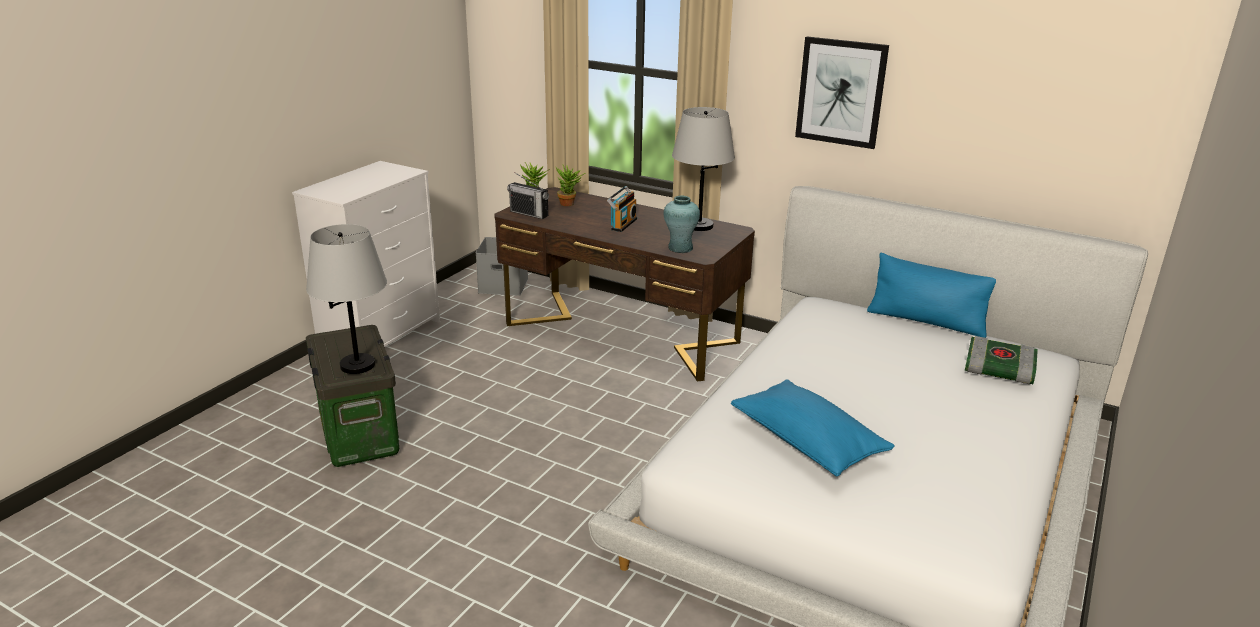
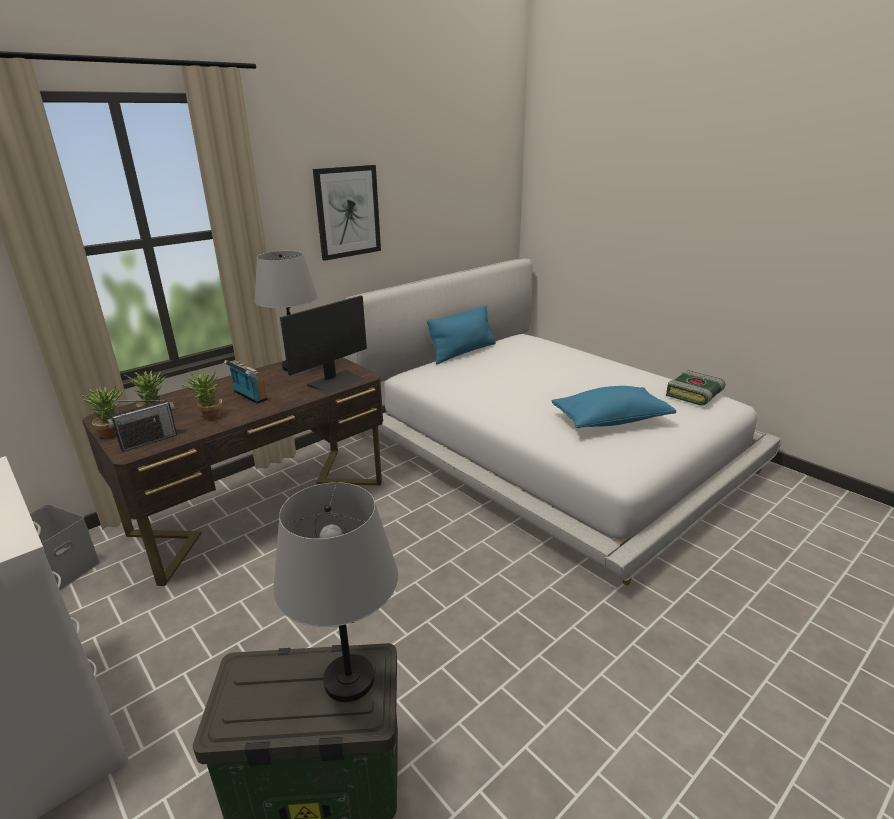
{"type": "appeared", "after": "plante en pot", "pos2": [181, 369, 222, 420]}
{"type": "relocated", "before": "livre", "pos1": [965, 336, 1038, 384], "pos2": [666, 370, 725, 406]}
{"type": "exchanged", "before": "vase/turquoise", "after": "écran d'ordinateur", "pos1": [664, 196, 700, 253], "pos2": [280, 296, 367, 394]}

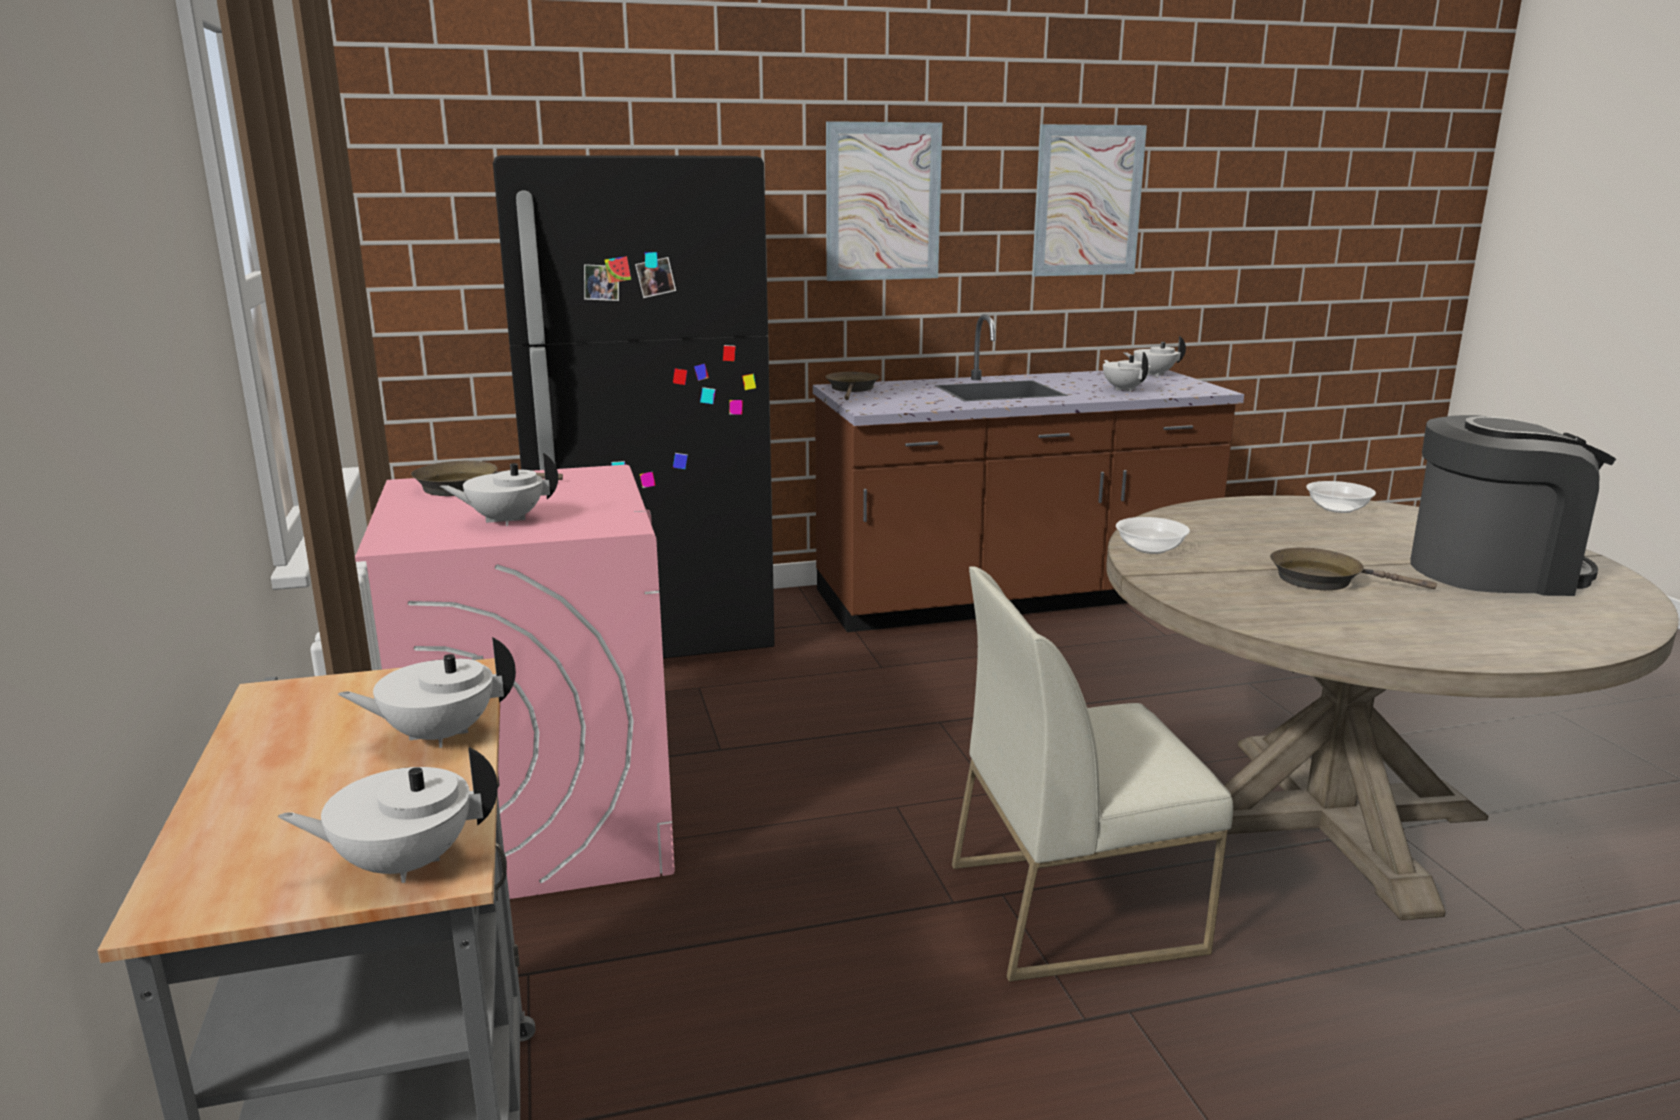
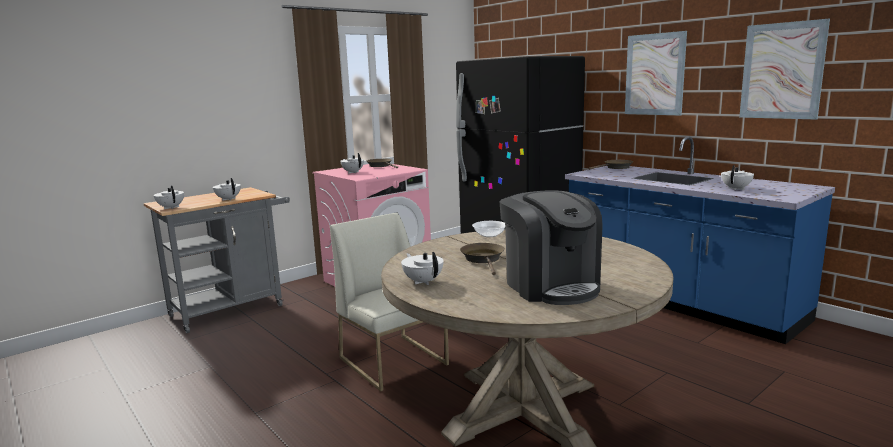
{"type": "missing", "before": "bol", "pos1": [1306, 481, 1376, 513]}
{"type": "relocated", "before": "théière/blanc", "pos1": [1124, 336, 1186, 377], "pos2": [401, 252, 444, 285]}
{"type": "colour", "before": "comptoir de cuisine/marron", "after": "comptoir de cuisine/bleu", "pos1": [813, 314, 1244, 632], "pos2": [565, 136, 835, 344]}

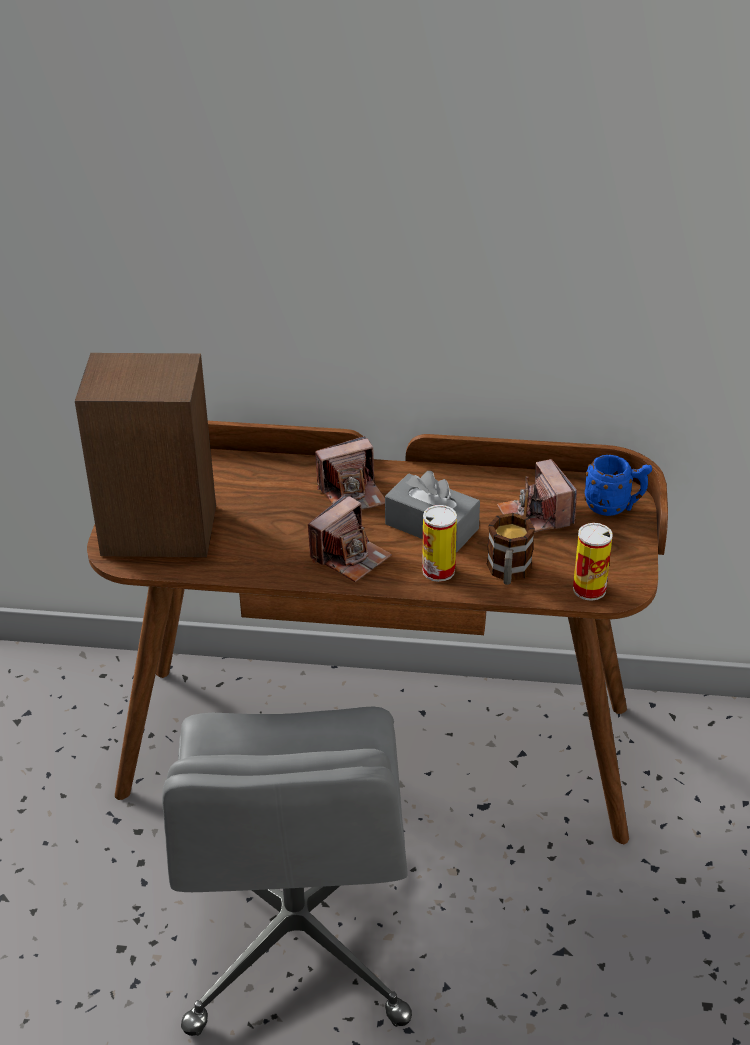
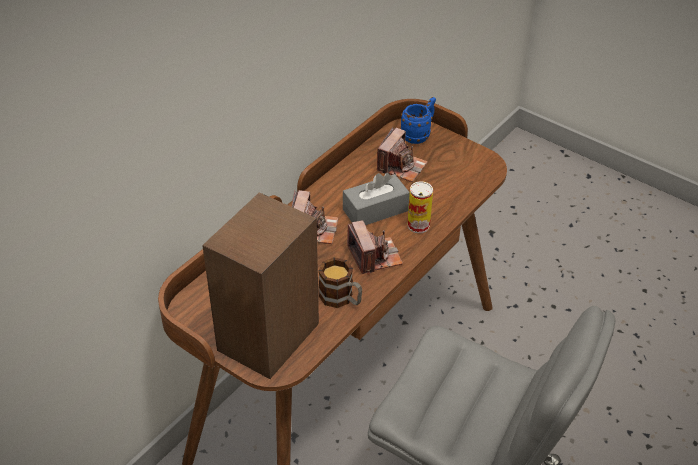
{"type": "missing", "before": "boîte métallique", "pos1": [573, 523, 613, 601]}
{"type": "relocated", "before": "mug", "pos1": [486, 513, 535, 585], "pos2": [319, 257, 362, 308]}
{"type": "spun", "before": "appareil photo", "pos1": [497, 459, 577, 532], "pos2": [377, 127, 428, 182], "turn": -75}

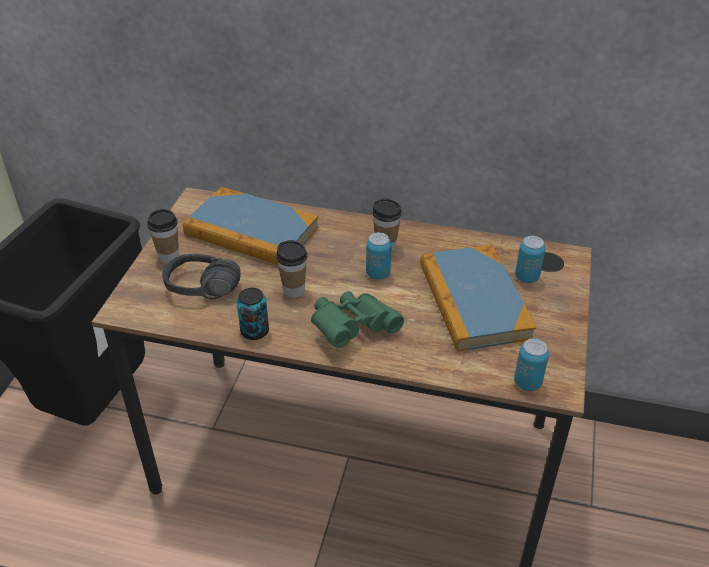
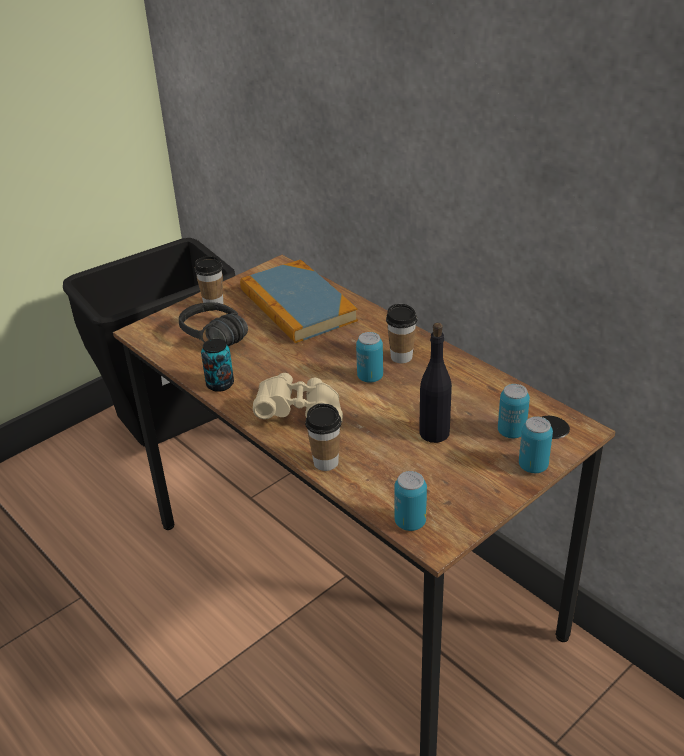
{"type": "appeared", "after": "boîte métallique", "pos2": [519, 417, 553, 473]}
{"type": "relocated", "before": "tasse", "pos1": [276, 240, 308, 298], "pos2": [305, 404, 342, 471]}
{"type": "exchanged", "before": "livre", "after": "bouteille/noir", "pos1": [420, 245, 536, 352], "pos2": [419, 323, 452, 443]}
{"type": "colour", "before": "jumelles/vert", "after": "jumelles/beige", "pos1": [311, 291, 404, 348], "pos2": [253, 373, 343, 421]}

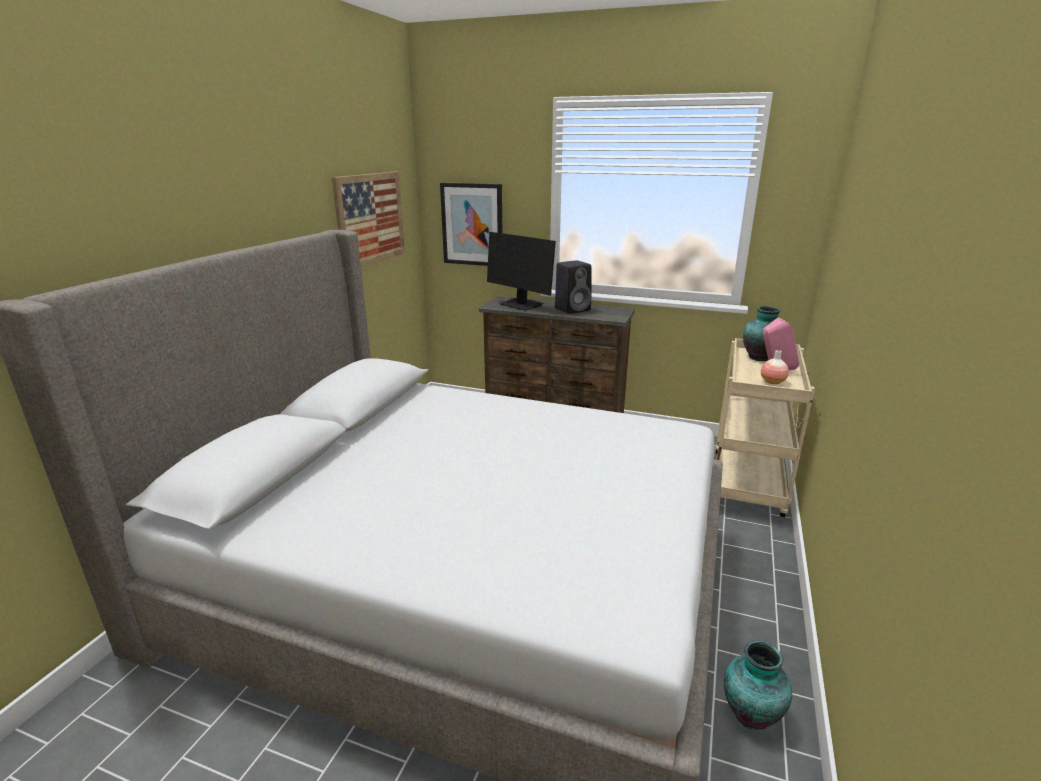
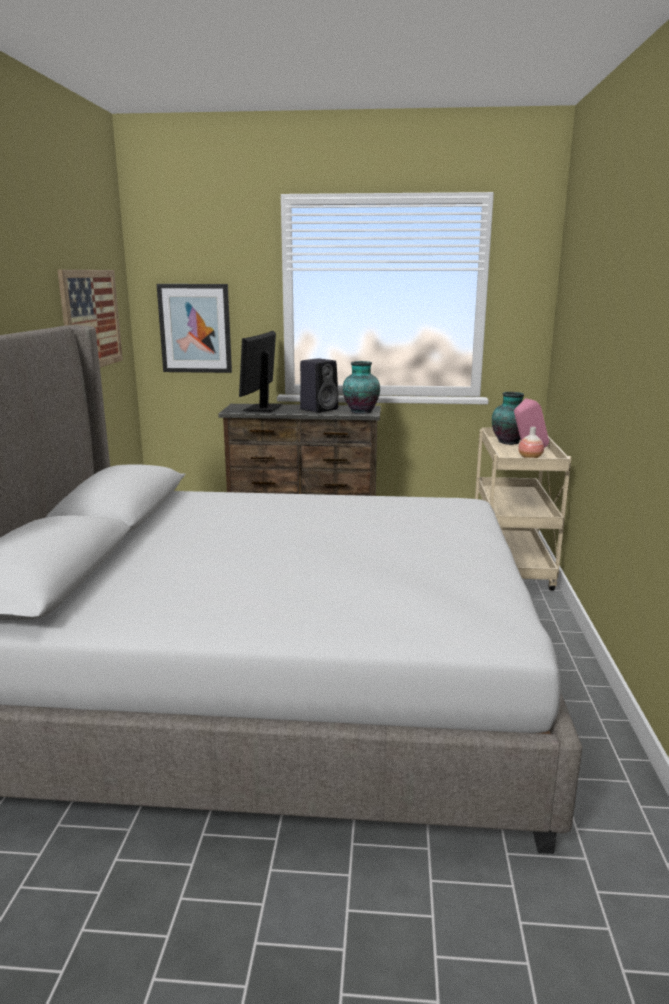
{"type": "relocated", "before": "vase", "pos1": [724, 640, 792, 730], "pos2": [343, 361, 380, 414]}
{"type": "spun", "before": "écran d'ordinateur", "pos1": [487, 232, 556, 311], "pos2": [239, 331, 283, 413], "turn": 75}

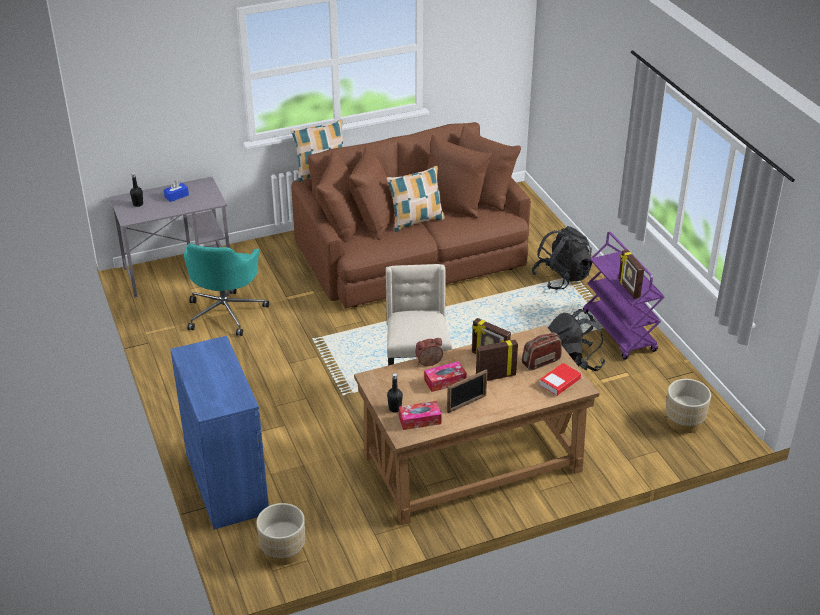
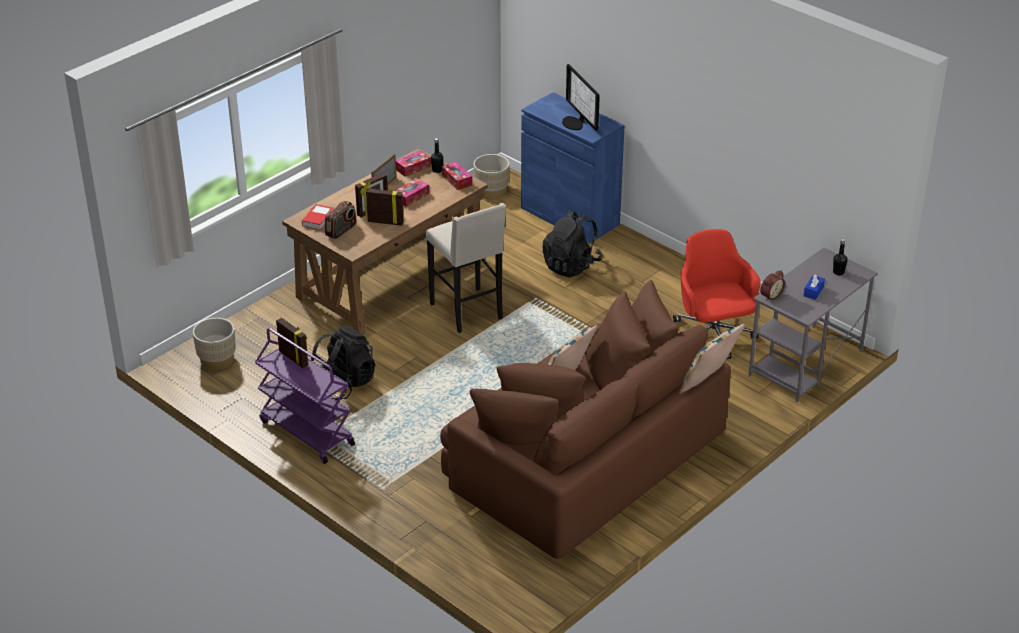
{"type": "appeared", "after": "boîte à mouchoirs", "pos2": [442, 162, 472, 190]}
{"type": "appeared", "after": "écran d'ordinateur", "pos2": [562, 64, 600, 131]}
{"type": "relocated", "before": "réveil", "pos1": [415, 338, 443, 366], "pos2": [760, 270, 785, 301]}
{"type": "relocated", "before": "sac à dos/noir", "pos1": [532, 226, 592, 290], "pos2": [542, 210, 603, 278]}
{"type": "colour", "before": "chaise de bureau/turquoise", "after": "chaise de bureau/rouge", "pos1": [184, 243, 269, 336], "pos2": [673, 229, 761, 359]}

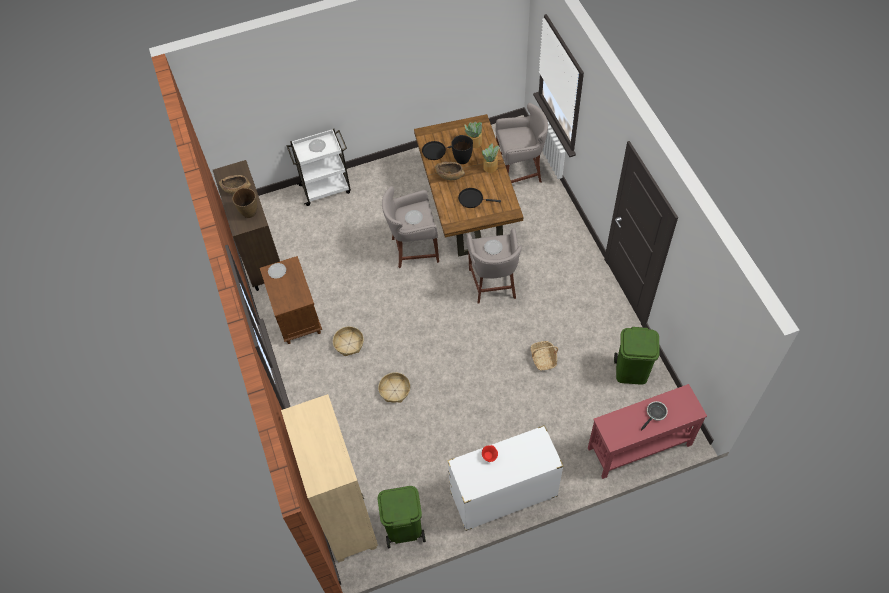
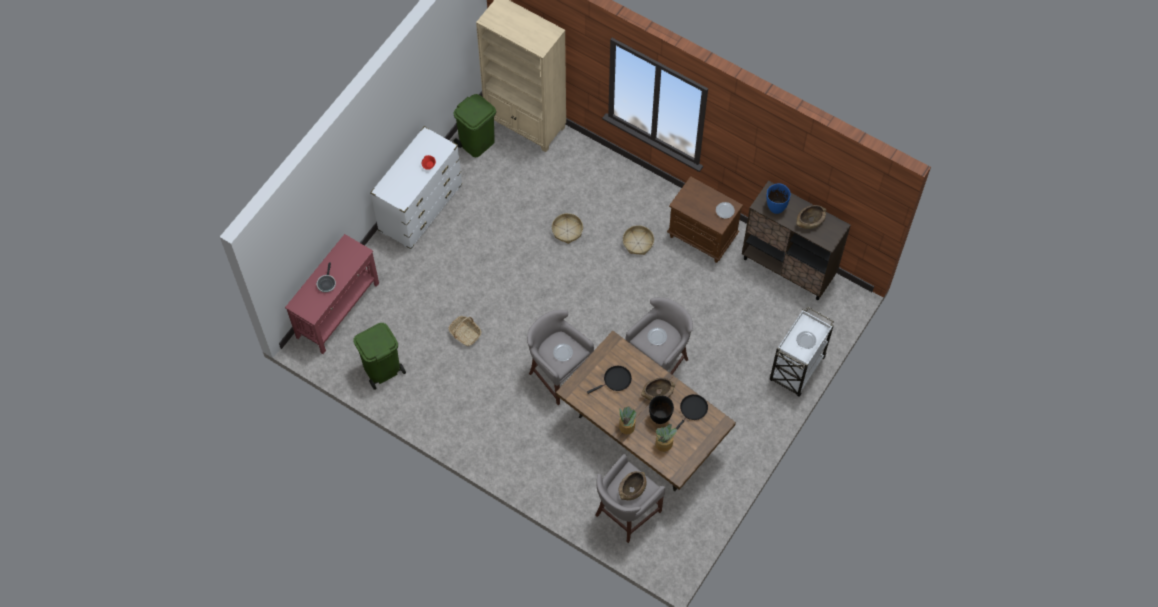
{"type": "appeared", "after": "bol/marron", "pos2": [619, 471, 647, 500]}
{"type": "colour", "before": "vase/marron", "after": "vase/bleu", "pos1": [232, 188, 257, 218], "pos2": [767, 183, 791, 214]}

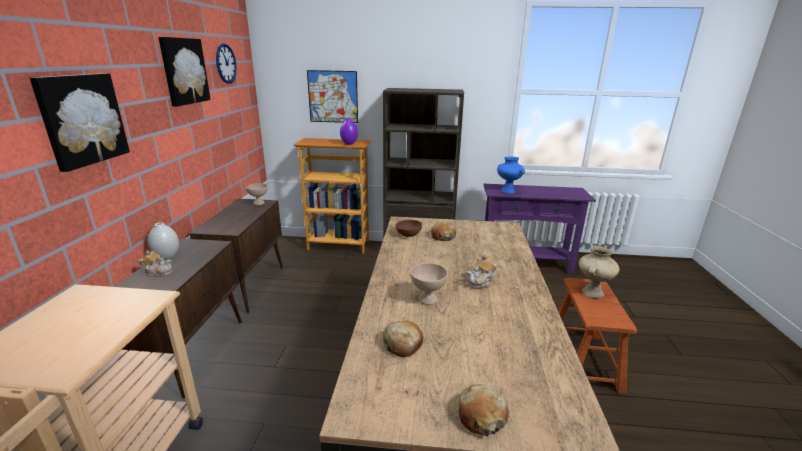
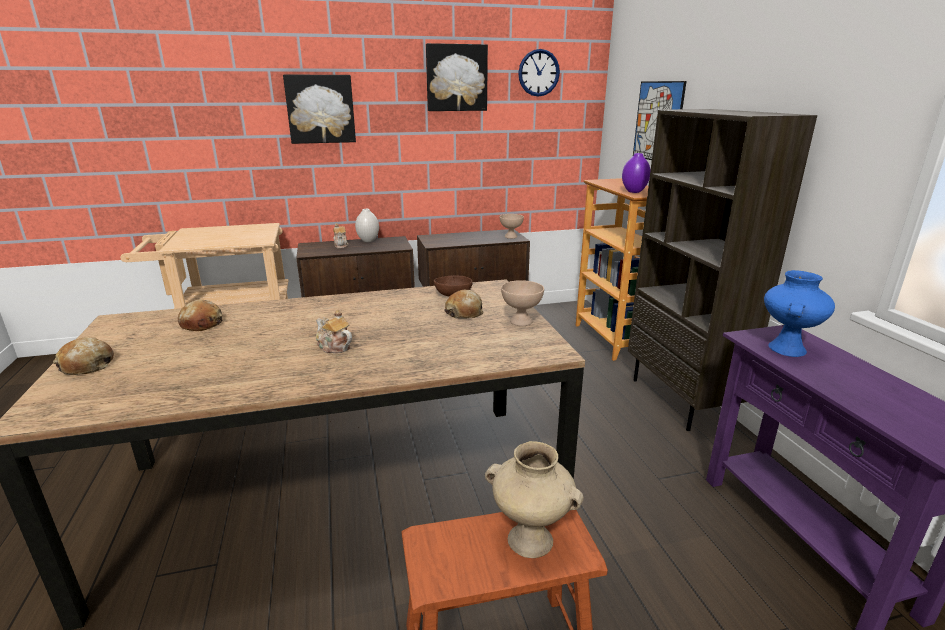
{"type": "relocated", "before": "bol/beige", "pos1": [410, 263, 448, 305], "pos2": [501, 280, 544, 326]}

